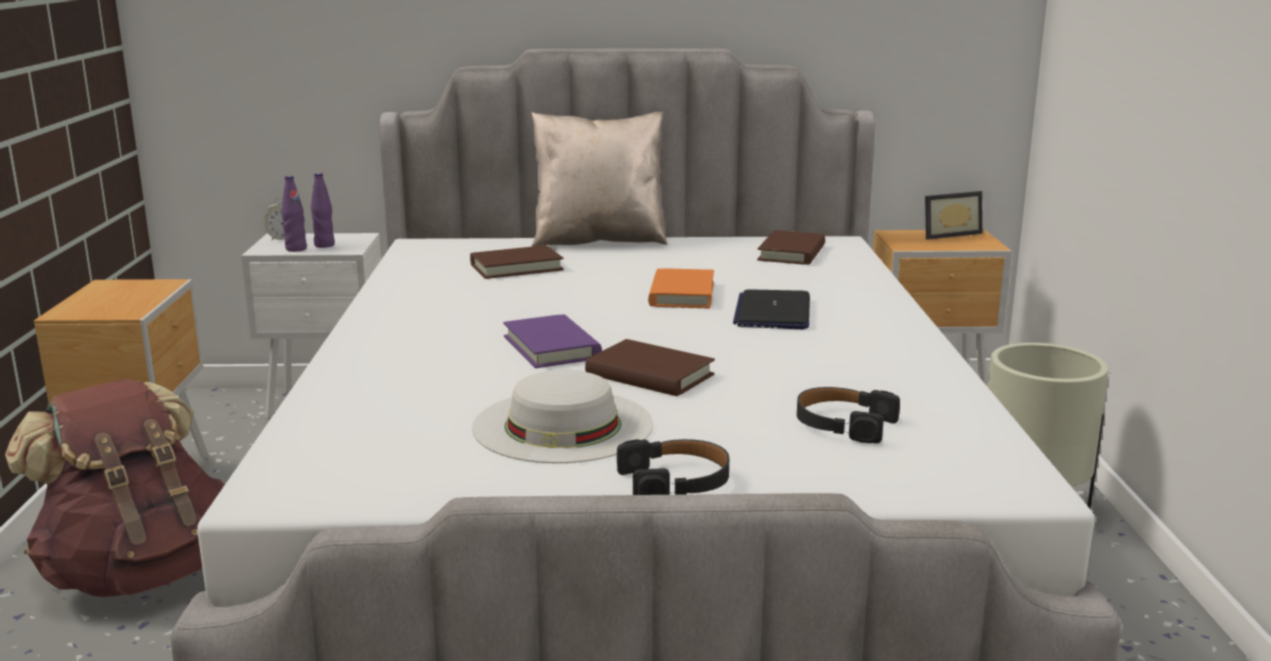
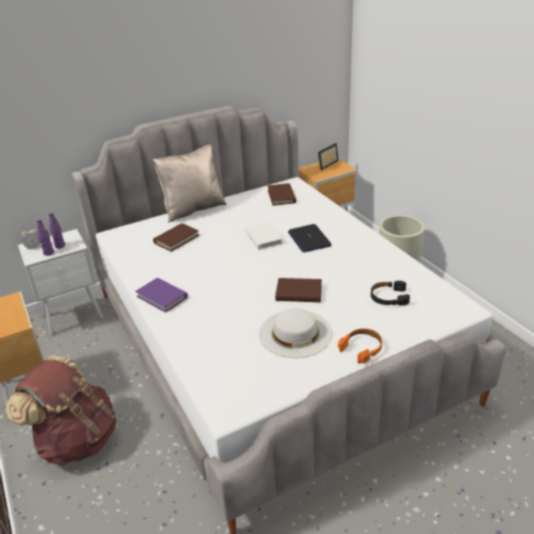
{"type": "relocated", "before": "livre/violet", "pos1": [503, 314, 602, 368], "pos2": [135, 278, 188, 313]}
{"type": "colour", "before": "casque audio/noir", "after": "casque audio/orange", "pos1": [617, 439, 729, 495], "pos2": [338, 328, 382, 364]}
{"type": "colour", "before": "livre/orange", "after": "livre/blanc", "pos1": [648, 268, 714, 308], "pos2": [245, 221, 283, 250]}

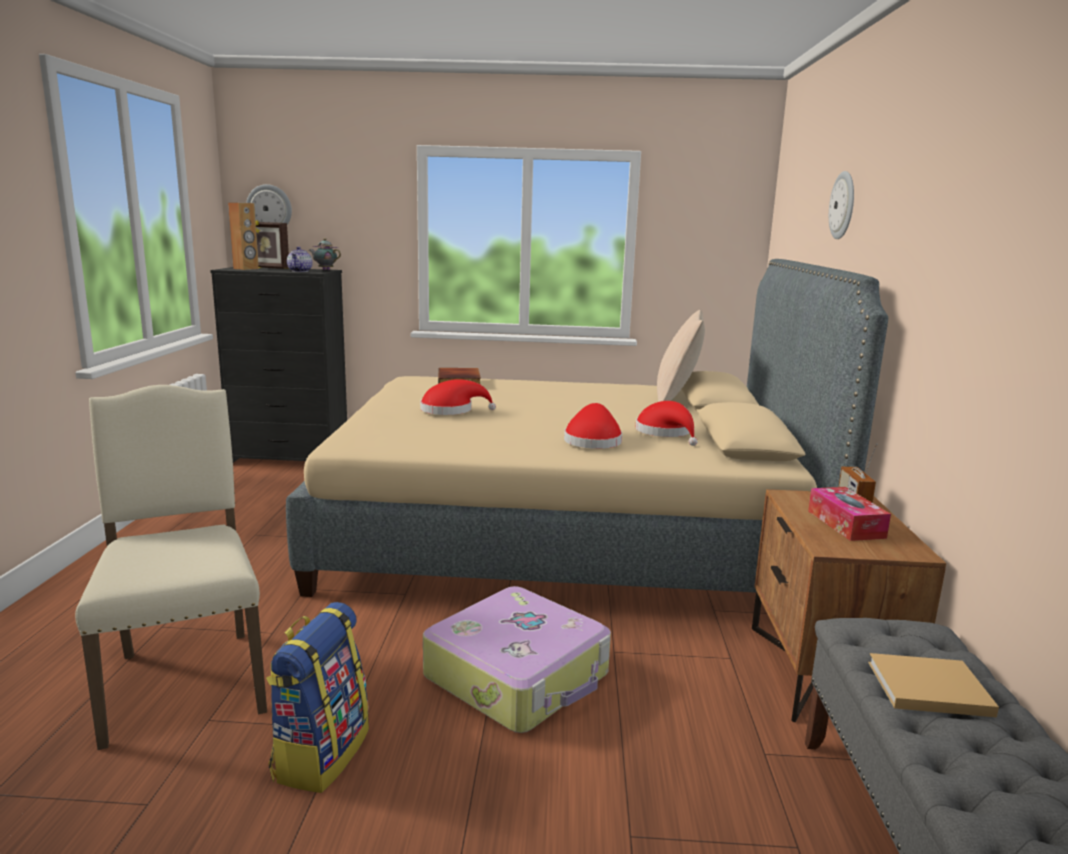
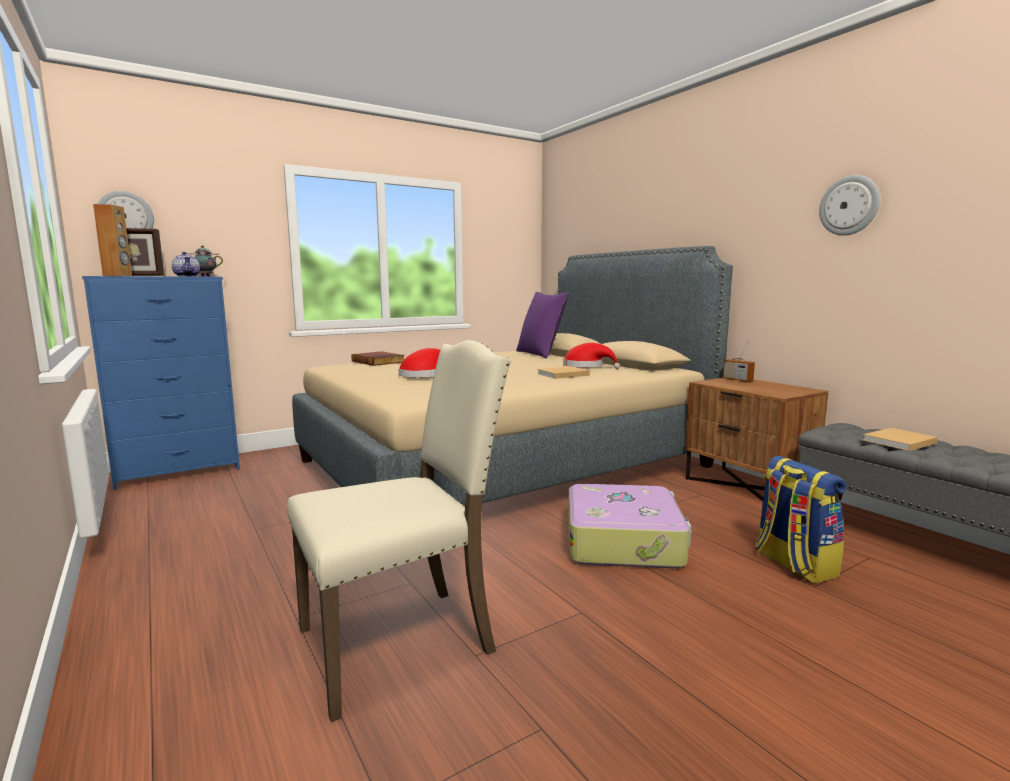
{"type": "missing", "before": "boîte à mouchoirs", "pos1": [808, 487, 891, 541]}
{"type": "relocated", "before": "sac à dos", "pos1": [266, 602, 369, 793], "pos2": [756, 456, 846, 583]}
{"type": "relocated", "before": "horloge murale", "pos1": [829, 171, 854, 239], "pos2": [819, 175, 880, 236]}
{"type": "exchanged", "before": "chapeau/rouge", "after": "livre/beige", "pos1": [564, 403, 622, 449], "pos2": [537, 366, 590, 379]}
{"type": "colour", "before": "commode/noir", "after": "commode/bleu", "pos1": [210, 267, 347, 463], "pos2": [82, 276, 240, 490]}
{"type": "colour", "before": "coussin/beige", "after": "coussin/violet", "pos1": [657, 310, 705, 402], "pos2": [516, 292, 569, 359]}
{"type": "spun", "before": "chaise/beige", "pos1": [75, 385, 267, 750], "pos2": [287, 340, 511, 722], "turn": 120}

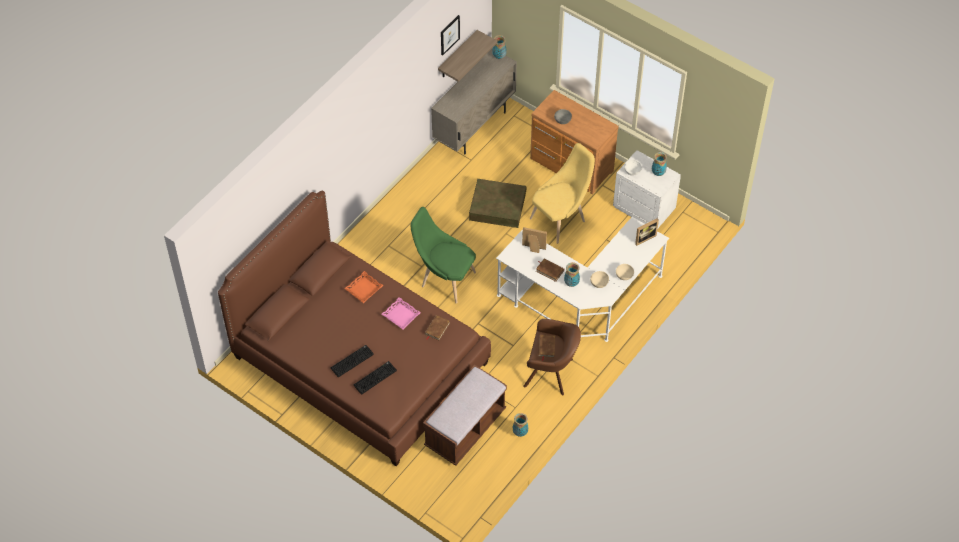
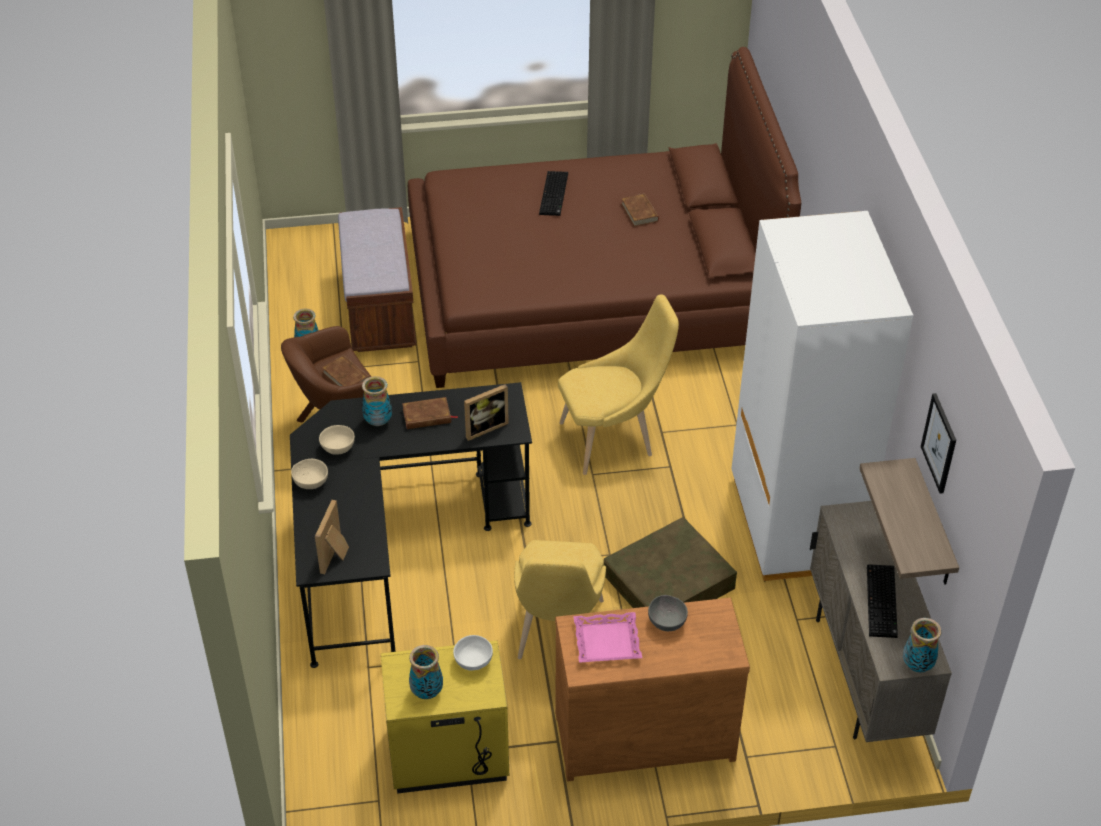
{"type": "missing", "before": "plateau/orange", "pos1": [344, 271, 383, 303]}
{"type": "appeared", "after": "armoire/blanc", "pos2": [731, 211, 913, 581]}
{"type": "relocated", "before": "clavier", "pos1": [354, 361, 397, 395], "pos2": [867, 564, 898, 638]}
{"type": "relocated", "before": "plateau/rose", "pos1": [382, 297, 421, 330], "pos2": [573, 612, 642, 663]}
{"type": "relocated", "before": "livre/marron", "pos1": [425, 315, 450, 341], "pos2": [621, 194, 659, 227]}
{"type": "colour", "before": "chaise/vert", "after": "chaise/jaune", "pos1": [411, 207, 476, 303], "pos2": [558, 294, 679, 475]}
{"type": "colour", "before": "bureau/blanc", "after": "bureau/noir", "pos1": [496, 217, 669, 342], "pos2": [290, 382, 532, 668]}
{"type": "colour", "before": "table de chevet/blanc", "after": "table de chevet/jaune", "pos1": [613, 150, 681, 228], "pos2": [381, 640, 509, 794]}

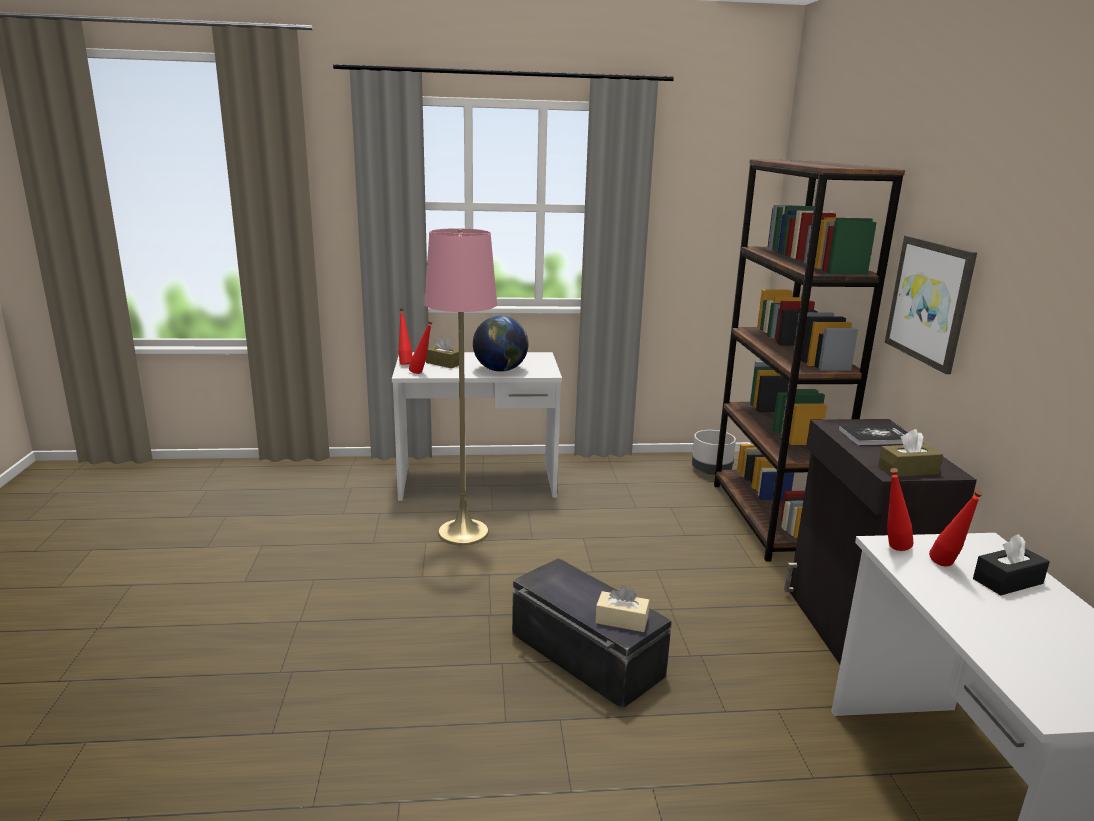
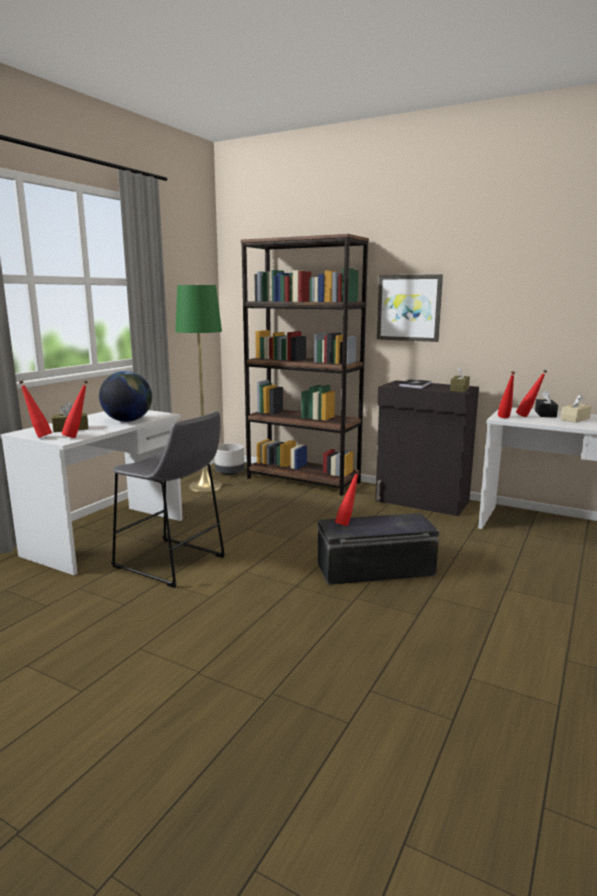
{"type": "appeared", "after": "lampadaire/vert", "pos2": [175, 284, 222, 492]}
{"type": "appeared", "after": "bouteille/rouge", "pos2": [335, 469, 360, 526]}
{"type": "relocated", "before": "boîte à mouchoirs/beige", "pos1": [595, 585, 650, 632], "pos2": [560, 394, 592, 423]}
{"type": "exchanged", "before": "lampadaire/rose", "after": "tabouret/gris", "pos1": [424, 228, 497, 546], "pos2": [111, 411, 226, 588]}

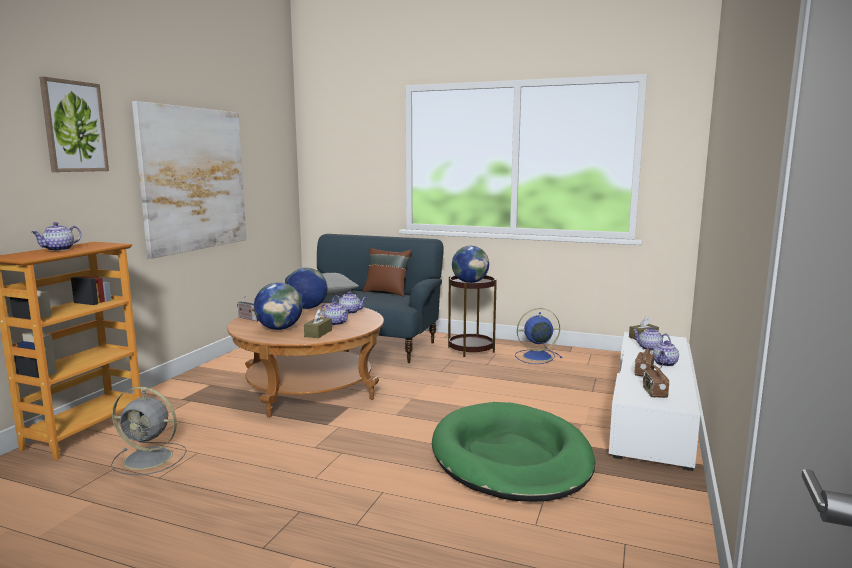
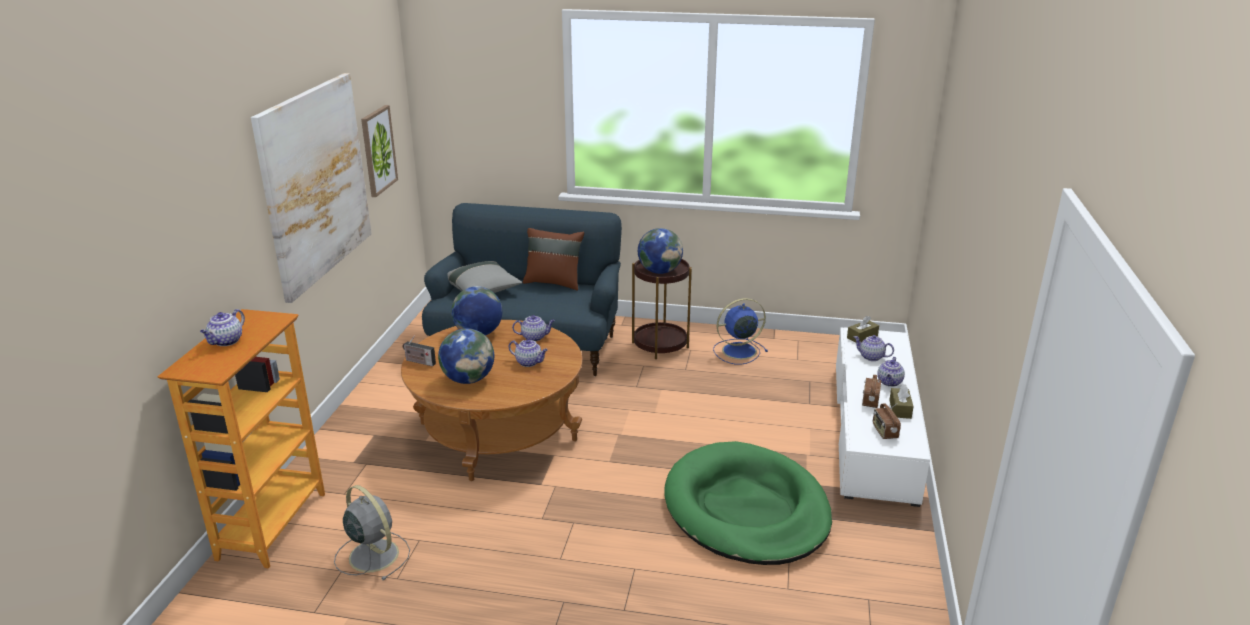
{"type": "relocated", "before": "tableau", "pos1": [39, 77, 109, 172], "pos2": [361, 105, 398, 197]}
{"type": "relocated", "before": "boîte à mouchoirs/marron", "pos1": [304, 309, 332, 338], "pos2": [889, 384, 914, 419]}
{"type": "spun", "before": "ventilateur/gris", "pos1": [111, 387, 186, 475], "pos2": [334, 485, 410, 580], "turn": -135}

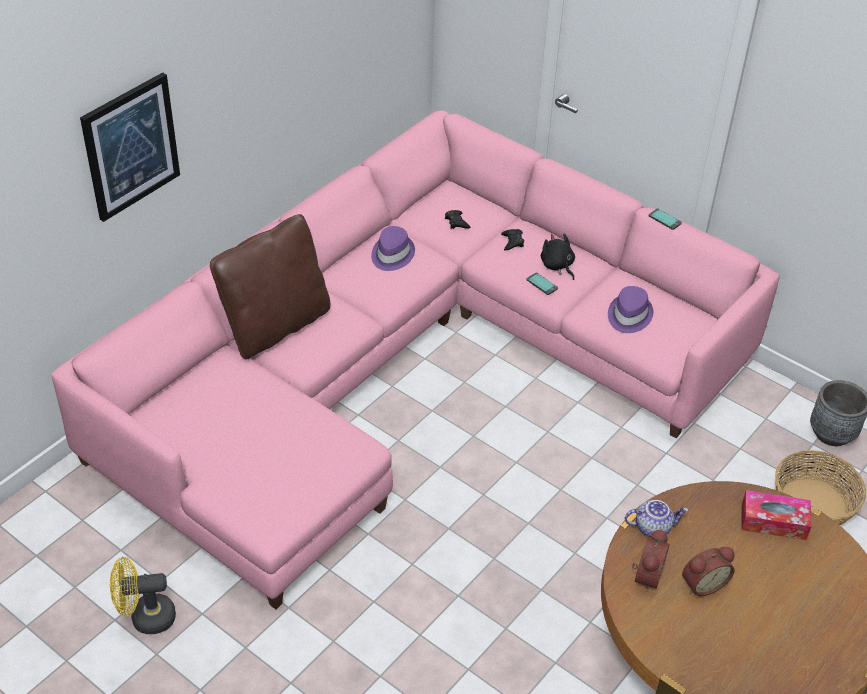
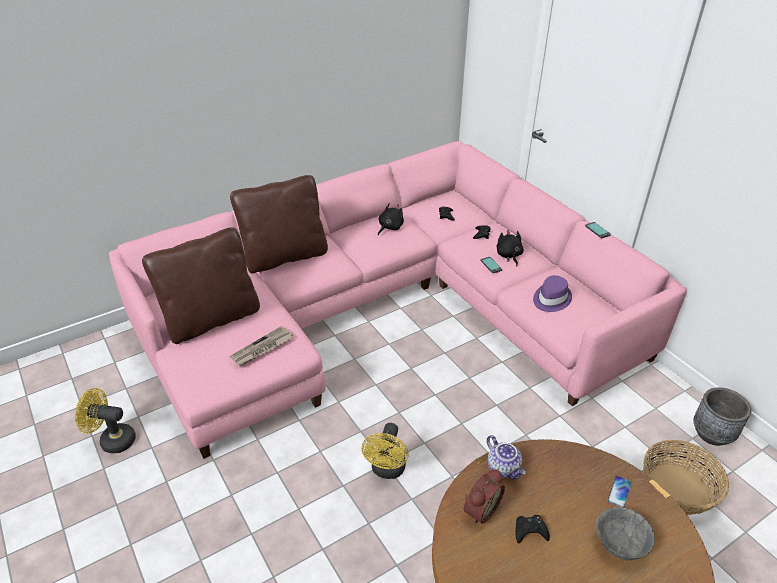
{"type": "missing", "before": "tableau", "pos1": [80, 72, 180, 222]}
{"type": "appeared", "after": "coussin/marron", "pos2": [142, 227, 260, 344]}
{"type": "appeared", "after": "journal", "pos2": [230, 326, 293, 366]}
{"type": "appeared", "after": "ventilateur/jaune", "pos2": [362, 423, 408, 479]}
{"type": "appeared", "after": "bol/gris", "pos2": [596, 508, 655, 560]}
{"type": "exchanged", "before": "chapeau/violet", "after": "peluche/noir", "pos1": [371, 226, 415, 271], "pos2": [378, 203, 404, 235]}
{"type": "exchanged", "before": "réveil", "after": "manette/noir", "pos1": [682, 547, 734, 596], "pos2": [516, 515, 550, 544]}
{"type": "exchanged", "before": "boîte à mouchoirs", "after": "téléphone", "pos1": [741, 490, 812, 540], "pos2": [607, 476, 632, 508]}
{"type": "spun", "before": "théière", "pos1": [625, 500, 688, 537], "pos2": [487, 435, 526, 480], "turn": 45}

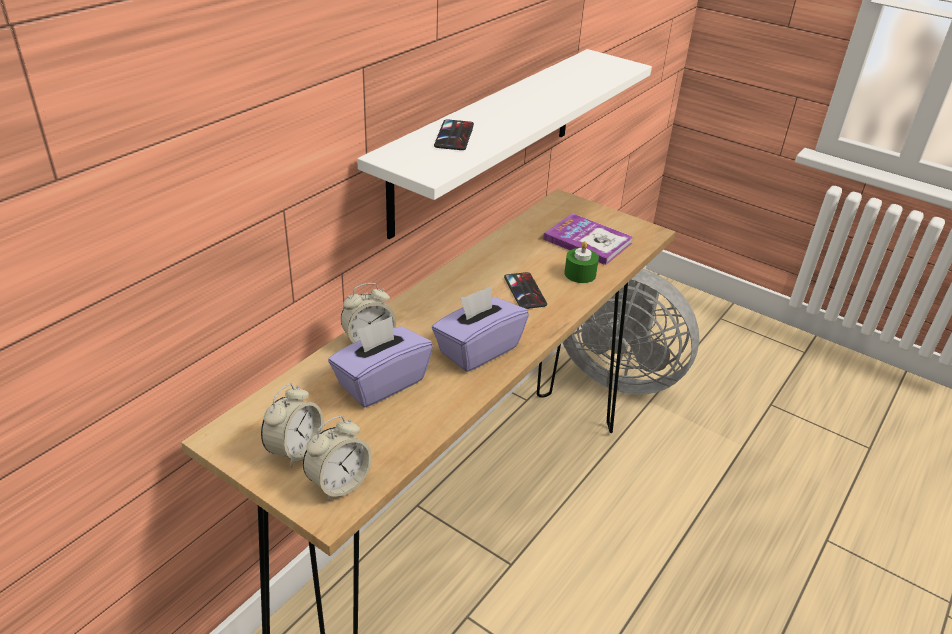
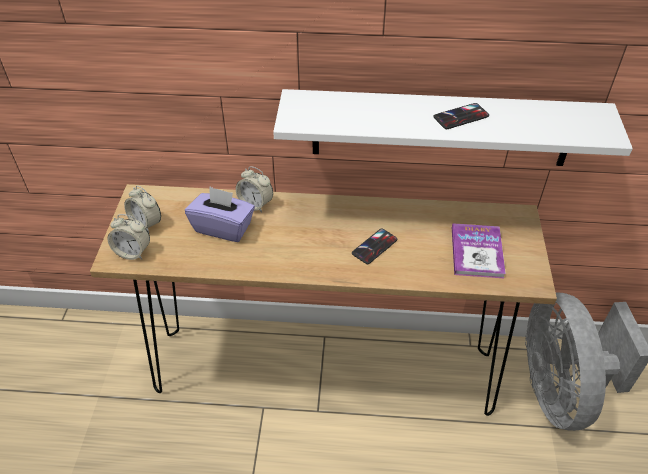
{"type": "missing", "before": "boîte à mouchoirs/violet", "pos1": [432, 286, 529, 372]}
{"type": "missing", "before": "bougie/vert", "pos1": [564, 241, 599, 283]}
{"type": "relocated", "before": "téléphone", "pos1": [434, 119, 474, 150], "pos2": [433, 103, 489, 129]}
{"type": "spun", "before": "réveil", "pos1": [261, 383, 323, 467], "pos2": [124, 186, 161, 233], "turn": 45}

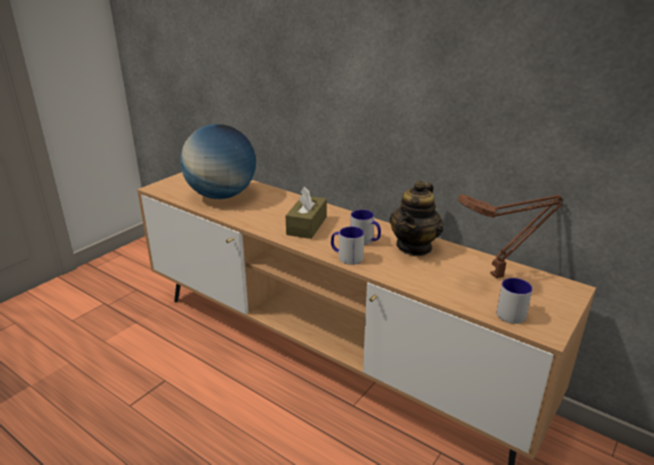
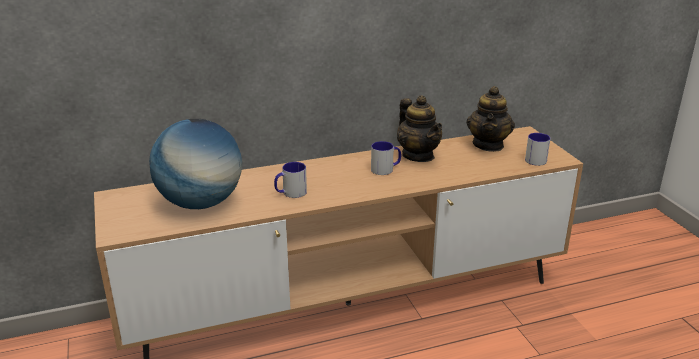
{"type": "missing", "before": "boîte à mouchoirs/marron", "pos1": [286, 186, 327, 239]}
{"type": "relocated", "before": "mug", "pos1": [331, 227, 364, 265], "pos2": [274, 162, 307, 198]}
{"type": "exchanged", "before": "lampe de table/marron", "after": "théière", "pos1": [458, 194, 563, 278], "pos2": [466, 86, 515, 152]}

